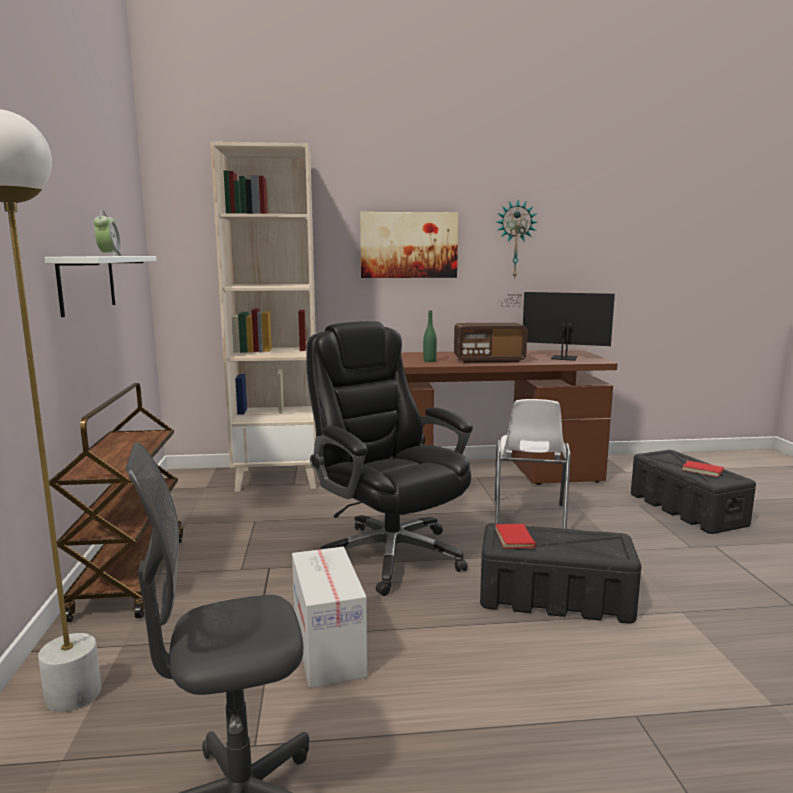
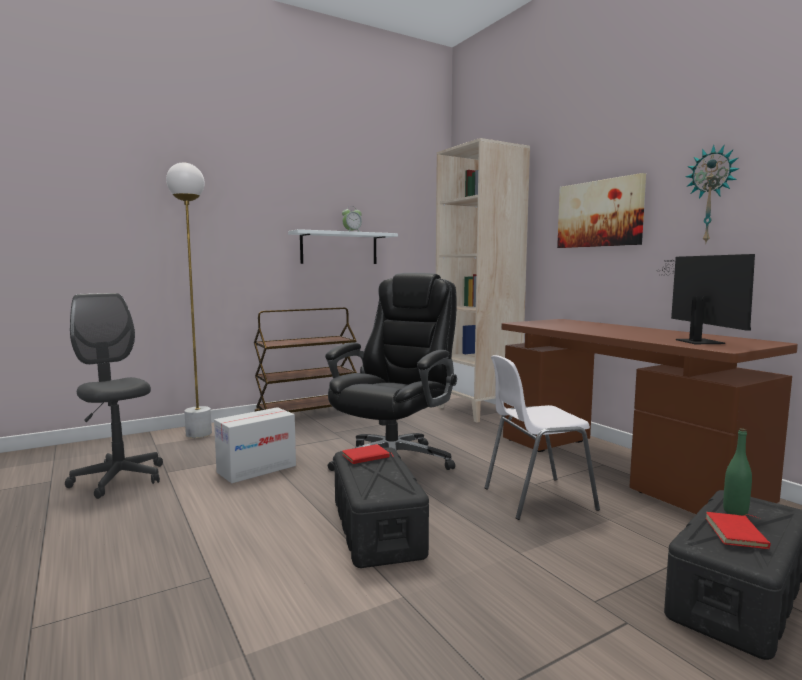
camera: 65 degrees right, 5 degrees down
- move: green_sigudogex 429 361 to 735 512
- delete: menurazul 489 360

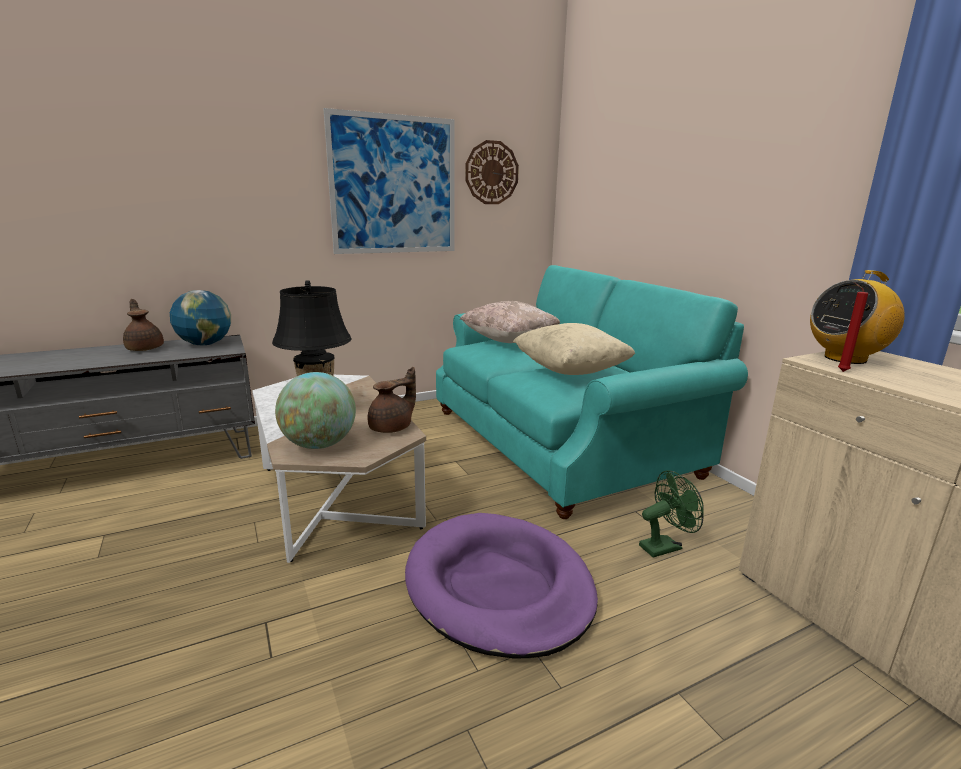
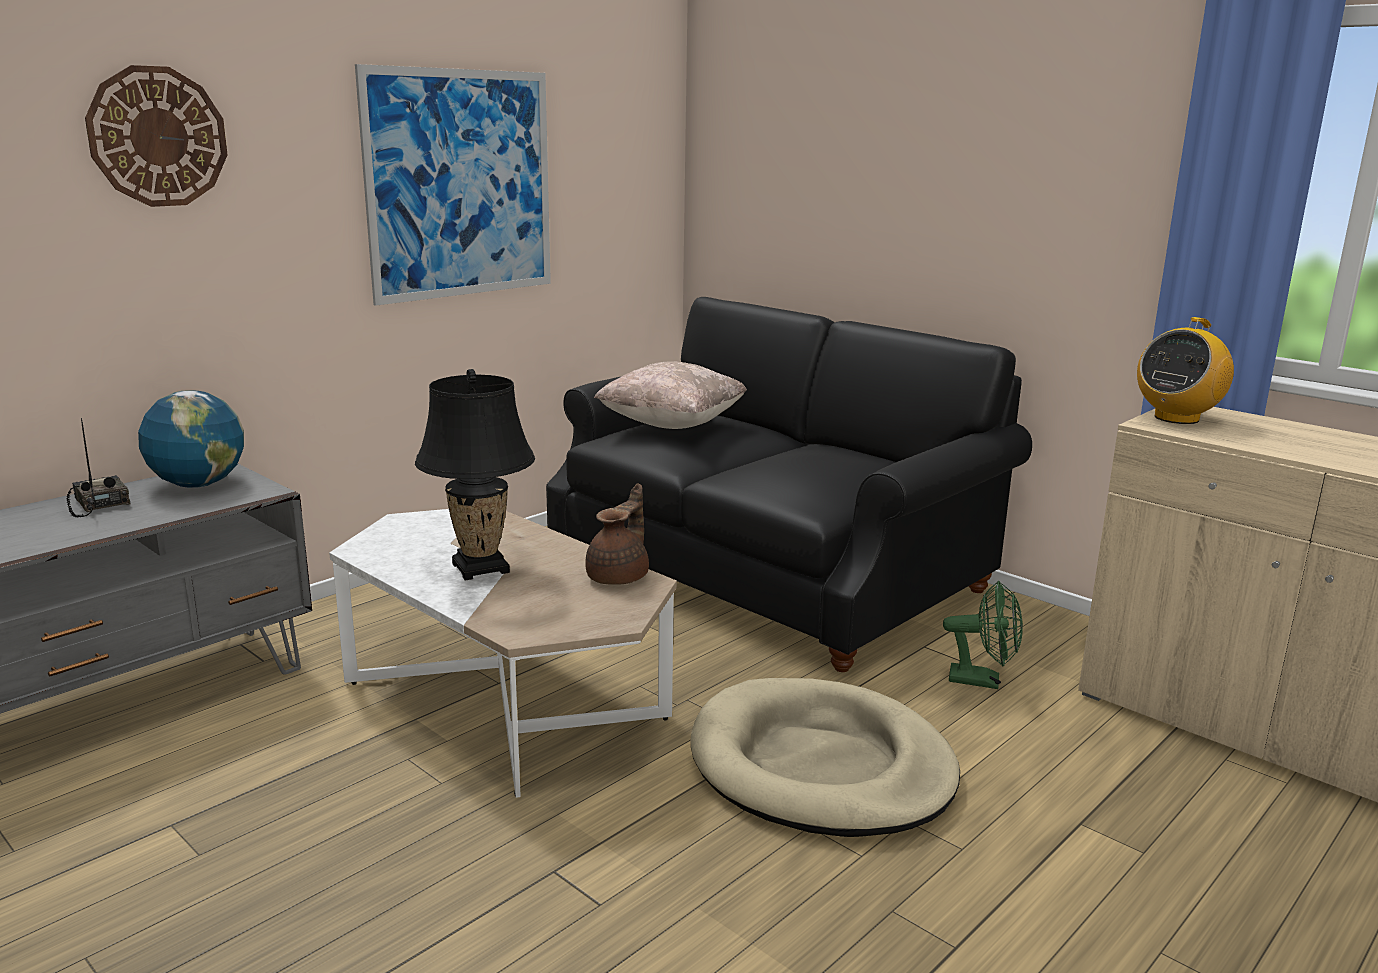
camera: 20 degrees left, 0 degrees up
- replace: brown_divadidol 145 348 to menurazul 97 504
- move: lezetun 491 173 to 158 137
- recolor: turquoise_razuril 560 441 to black_razuril 768 571
- recolor: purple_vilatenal 498 587 to beige_vilatenal 821 766
- rotate: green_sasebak 665 546 = 983 680 60 degrees clockwise
- delete: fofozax 319 445
- delete: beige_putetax 571 370
- delete: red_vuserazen 840 371

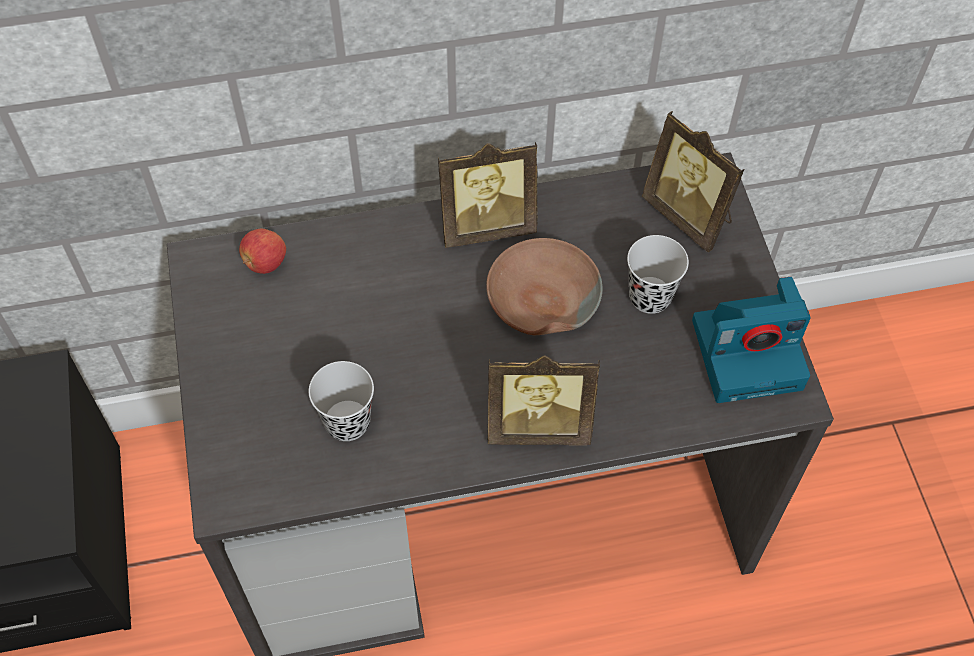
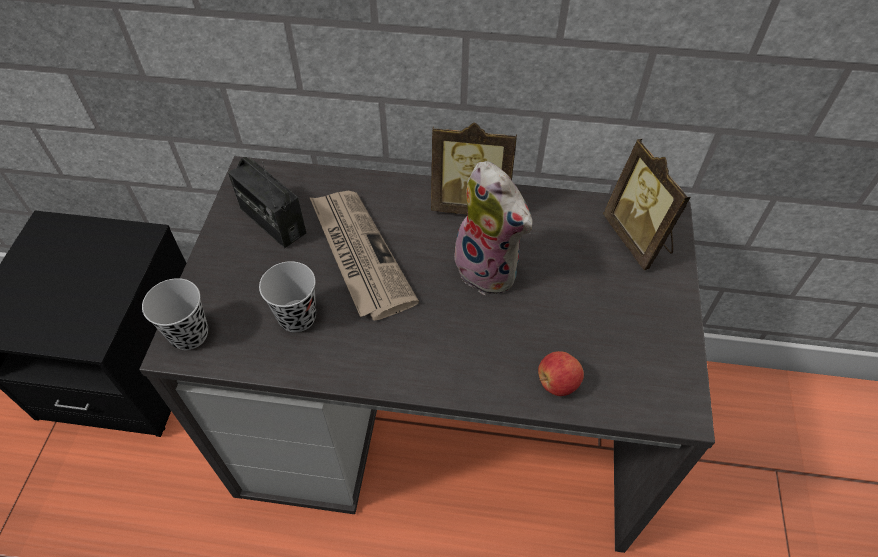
camera: 20 degrees right, 5 degrees down
- move: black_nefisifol 650 296 to 189 334
- insert: menurazul 272 221
- insert: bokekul 359 254
- replace: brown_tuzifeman 540 299 to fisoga 490 268
- move: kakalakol 265 262 to 557 383
- delete: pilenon 538 424
- delete: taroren 749 352

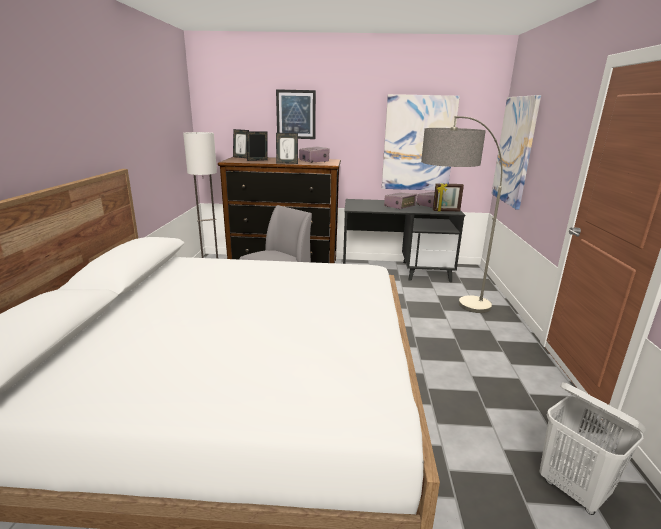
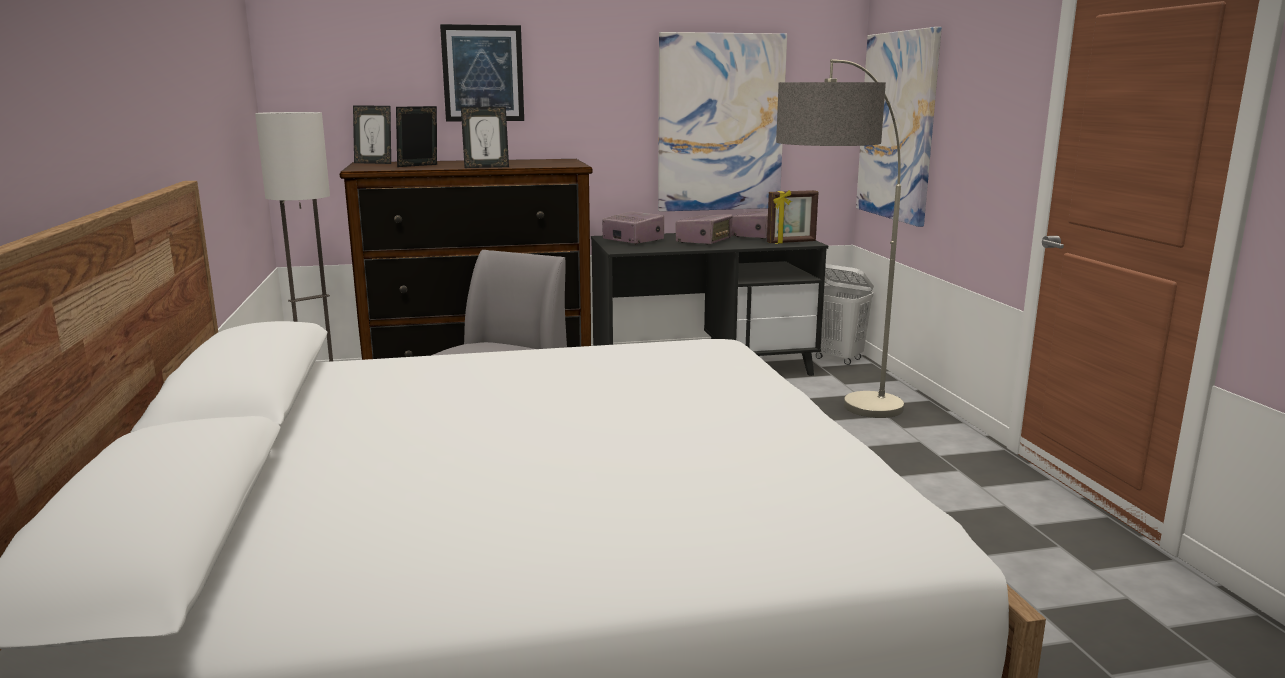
camera: 15 degrees left, 5 degrees down
- move: menurazul 314 161 to 633 240
- move: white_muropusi 573 490 to 837 358

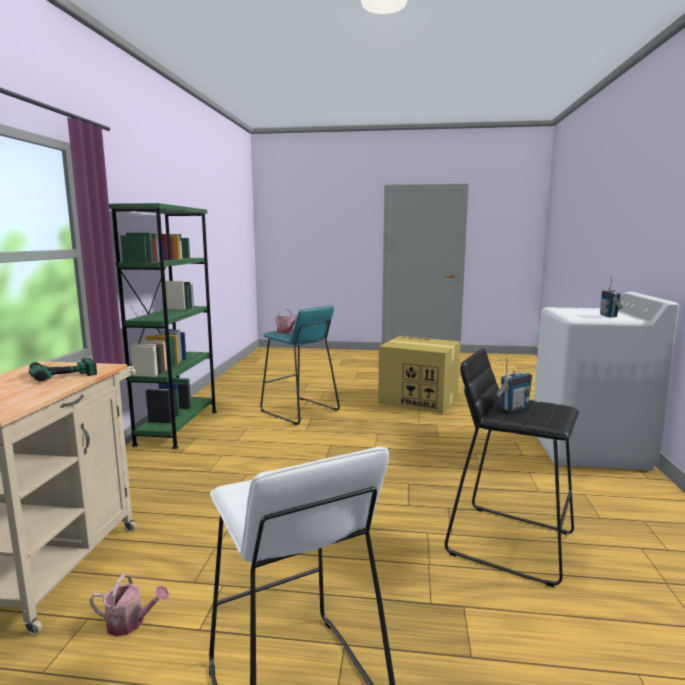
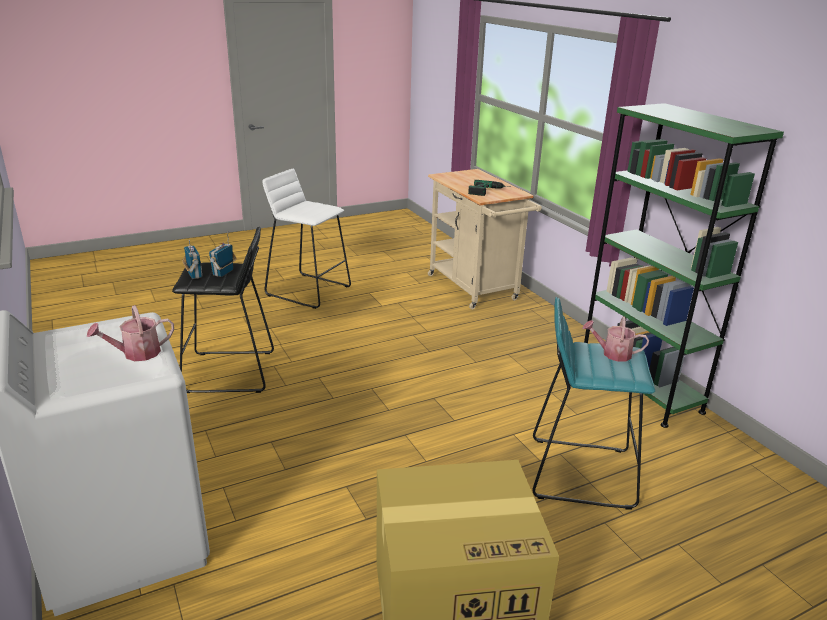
camera: 145 degrees right, 15 degrees up
- move: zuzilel 130 623 to 136 354
- move: menurazul 608 316 to 194 275

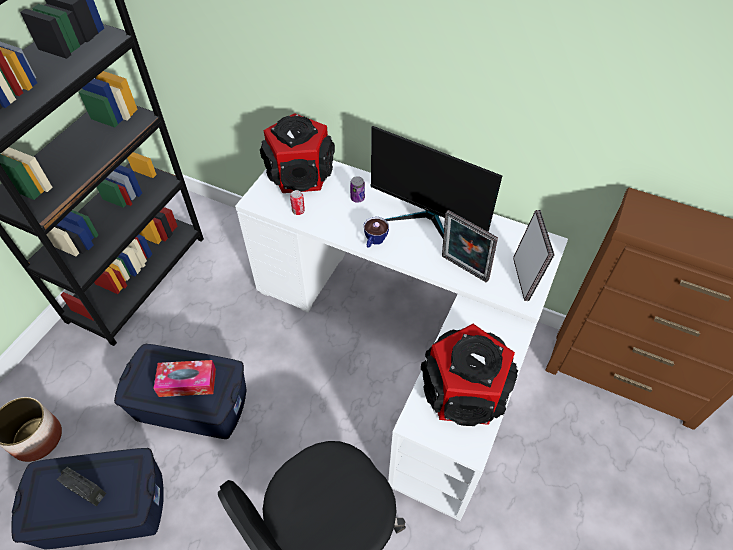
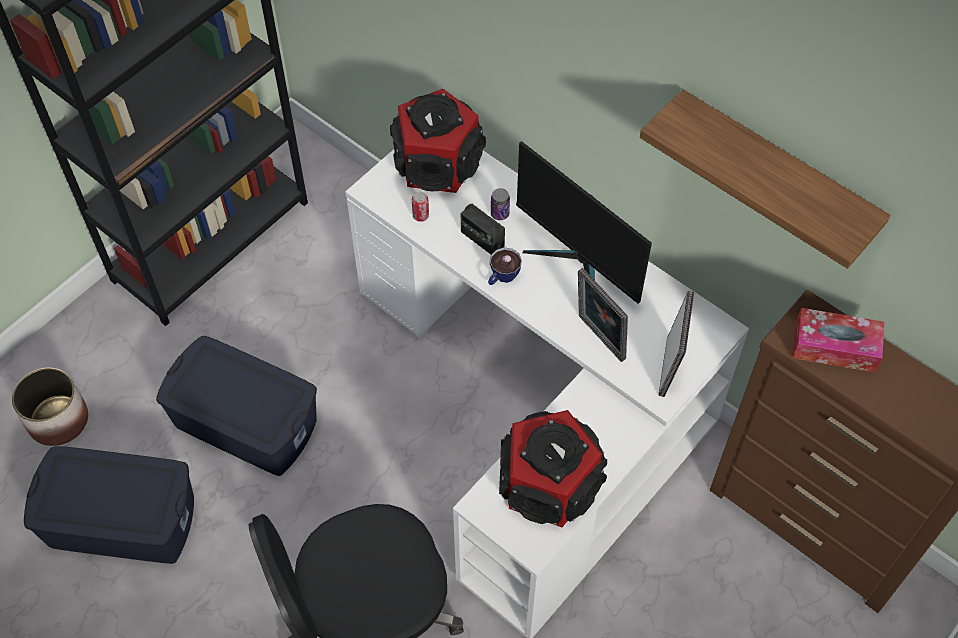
camera: 15 degrees right, 5 degrees up
- move: menurazul 86 491 to 482 239
- insert: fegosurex 775 174
- move: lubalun 187 382 to 834 347

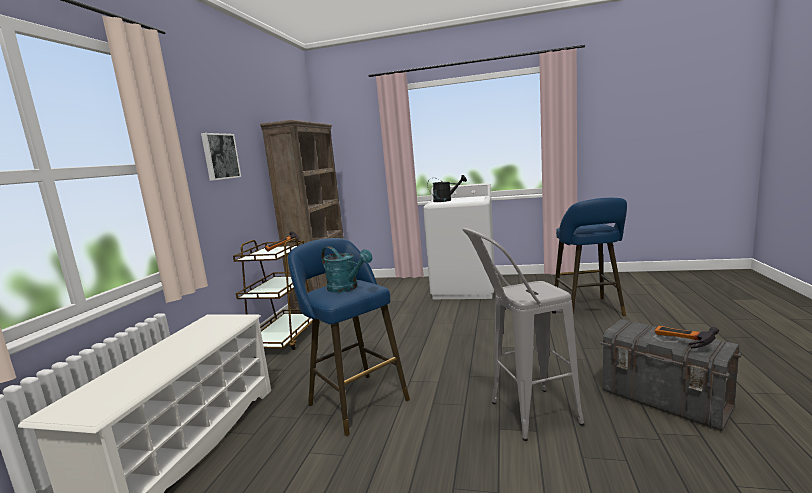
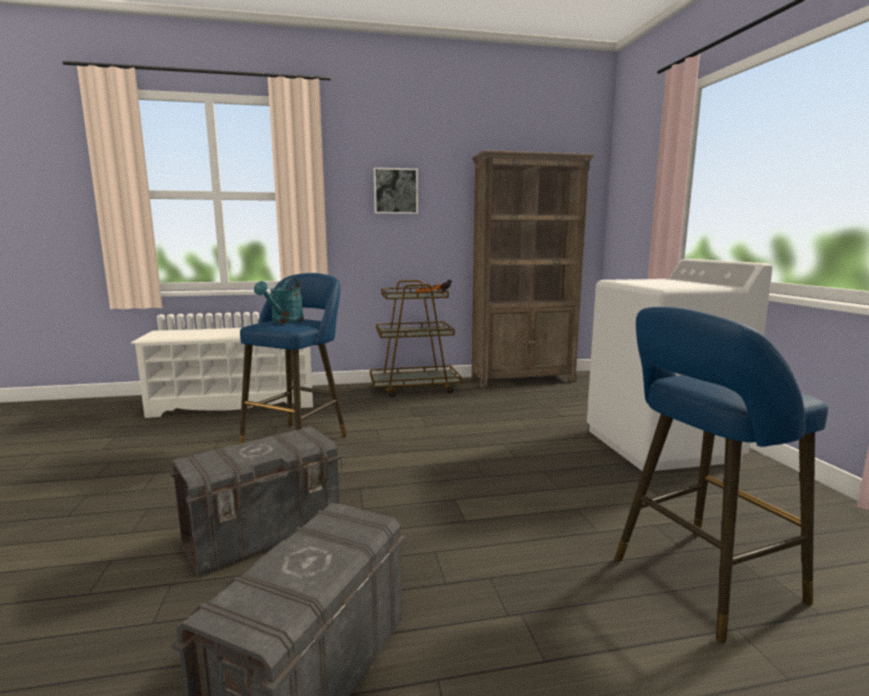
camera: 65 degrees right, 0 degrees up
- replace: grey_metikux 522 416 to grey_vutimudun 264 534
- delete: black_zuzilel 446 200
- delete: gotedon 680 344

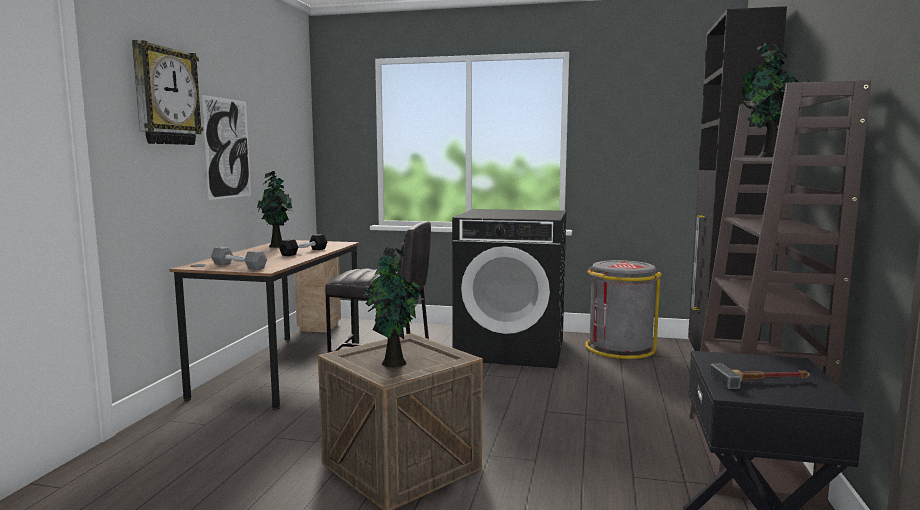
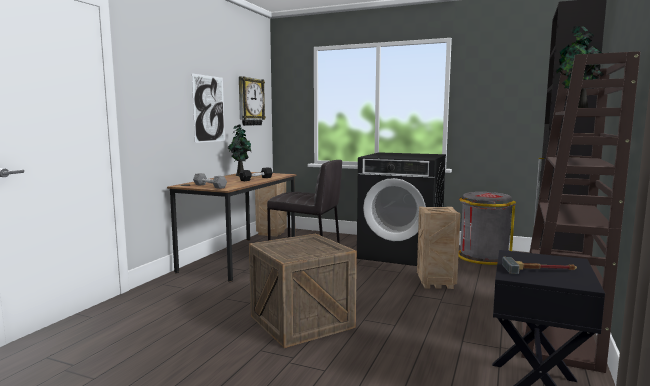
camera: 10 degrees right, 0 degrees up
- move: lezetun 165 96 to 250 102
- insert: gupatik 435 283
- delete: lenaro 394 364

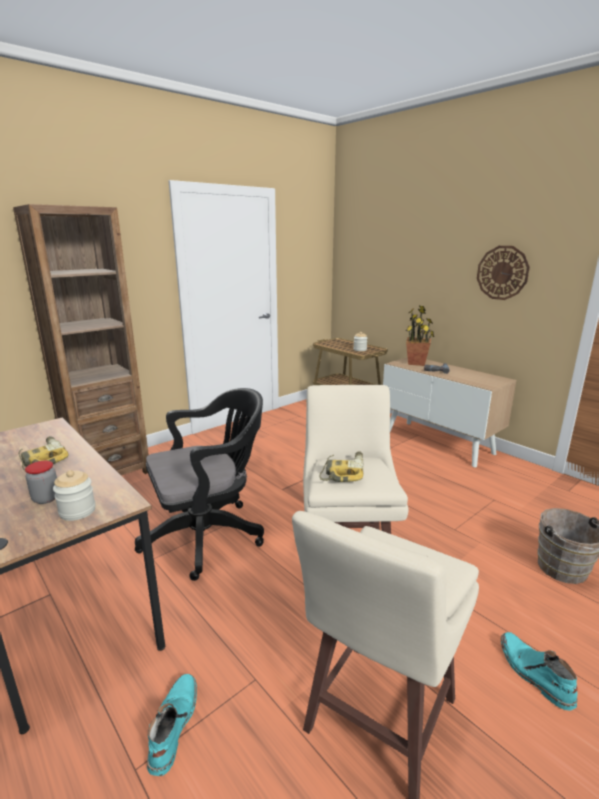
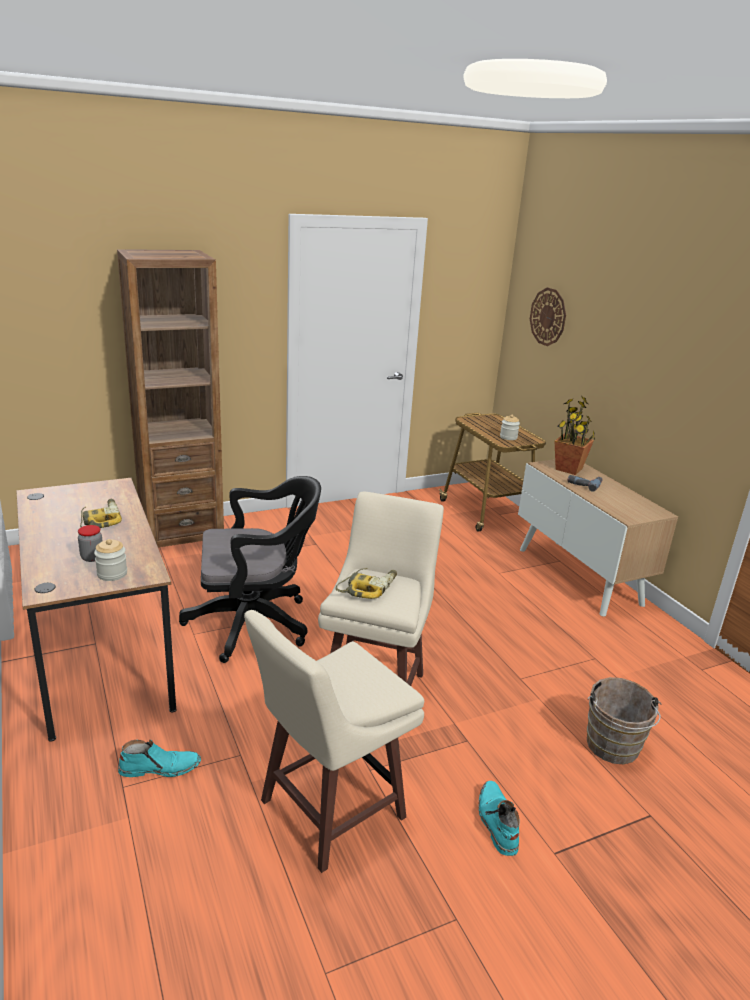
camera: 15 degrees right, 5 degrees up
- rotate: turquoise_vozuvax 172 725 = 160 767 60 degrees clockwise
- move: lezetun 502 273 to 548 317

